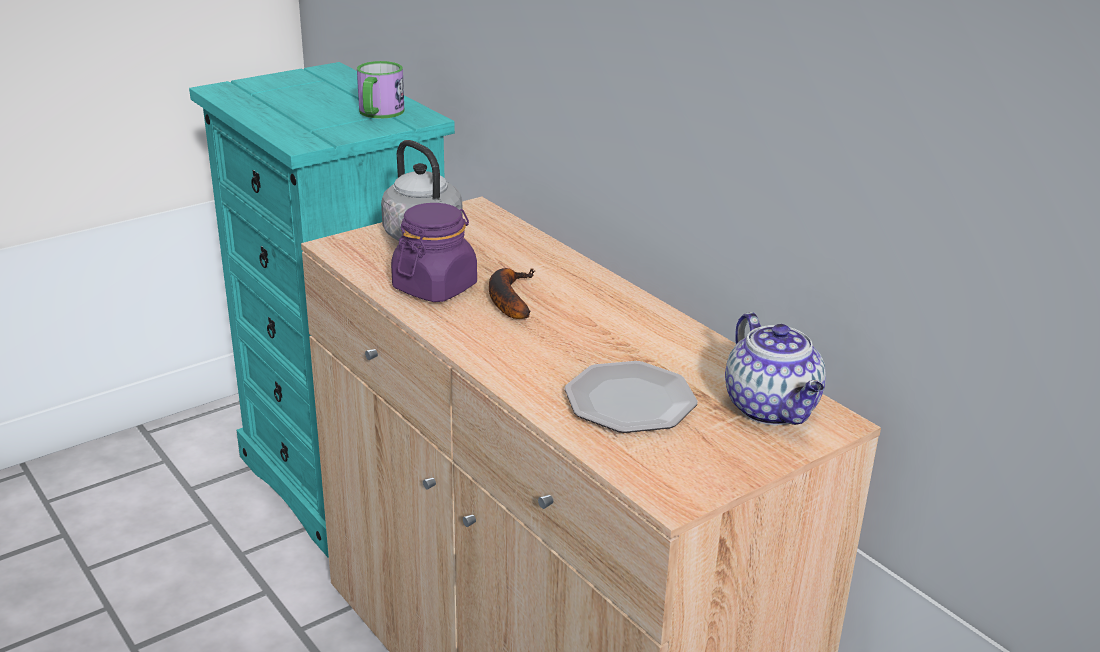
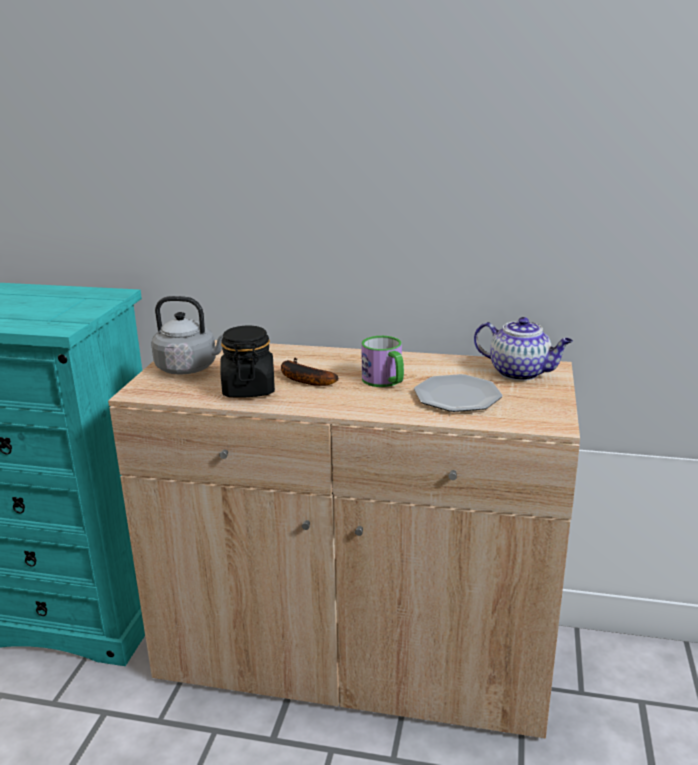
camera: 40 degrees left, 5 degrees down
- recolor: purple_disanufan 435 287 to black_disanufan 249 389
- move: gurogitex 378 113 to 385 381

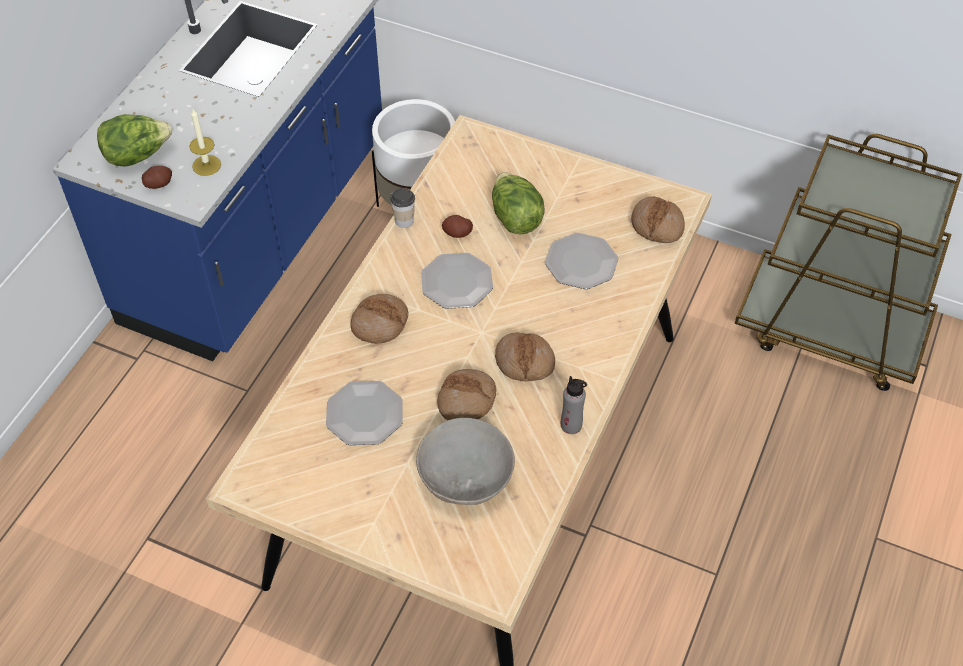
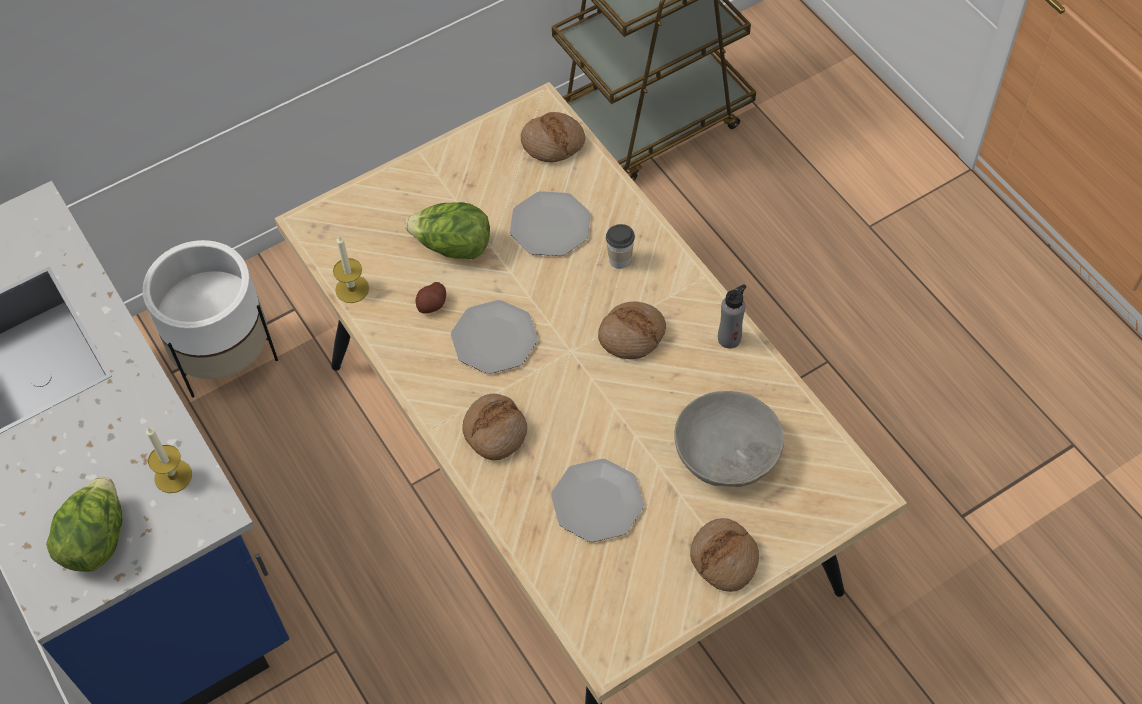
camera: 55 degrees left, 5 degrees up
- insert: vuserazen 352 289
- move: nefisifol 404 221 to 620 260
- move: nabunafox 466 401 to 724 558
- delete: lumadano 159 183

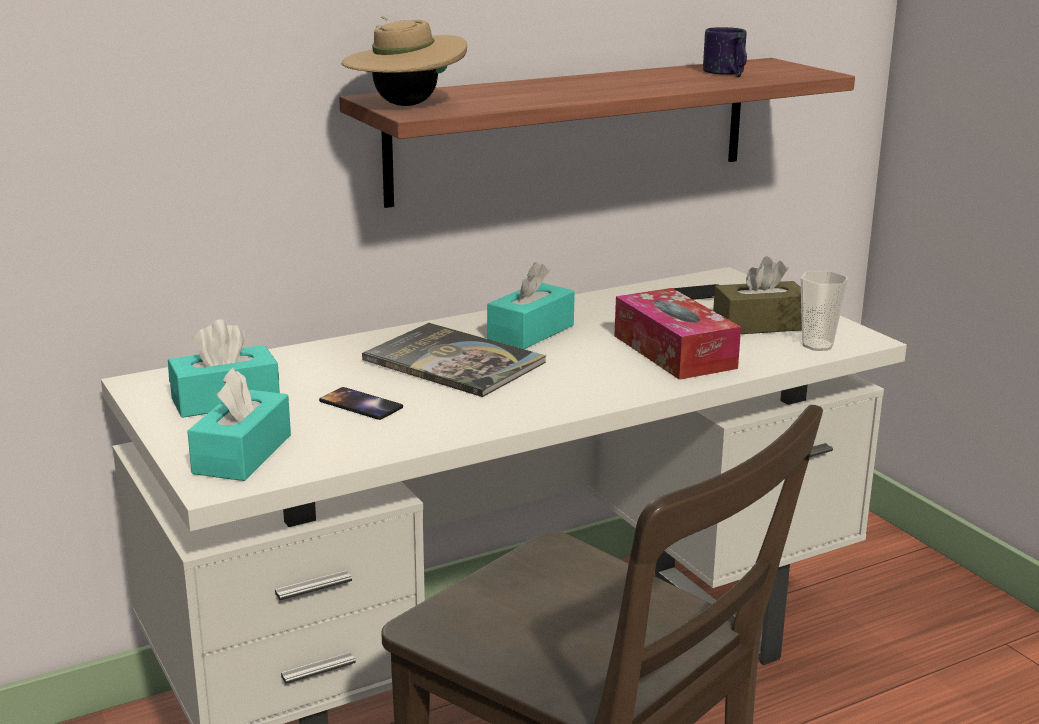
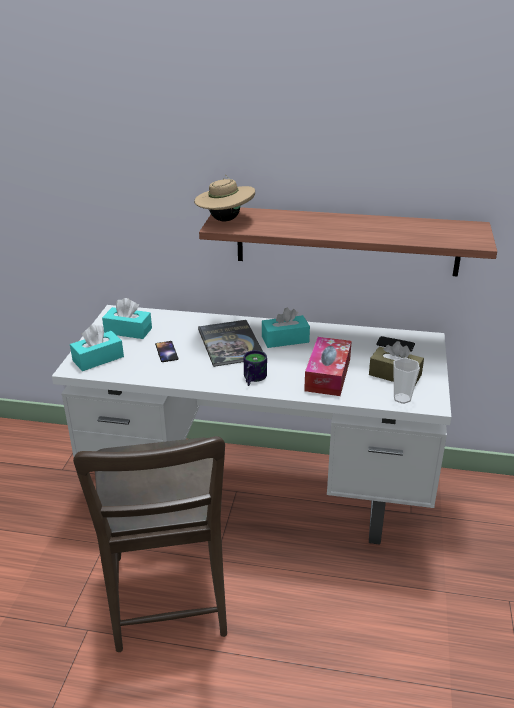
camera: 40 degrees right, 10 degrees up
- move: gurogitex 725 73 to 251 378

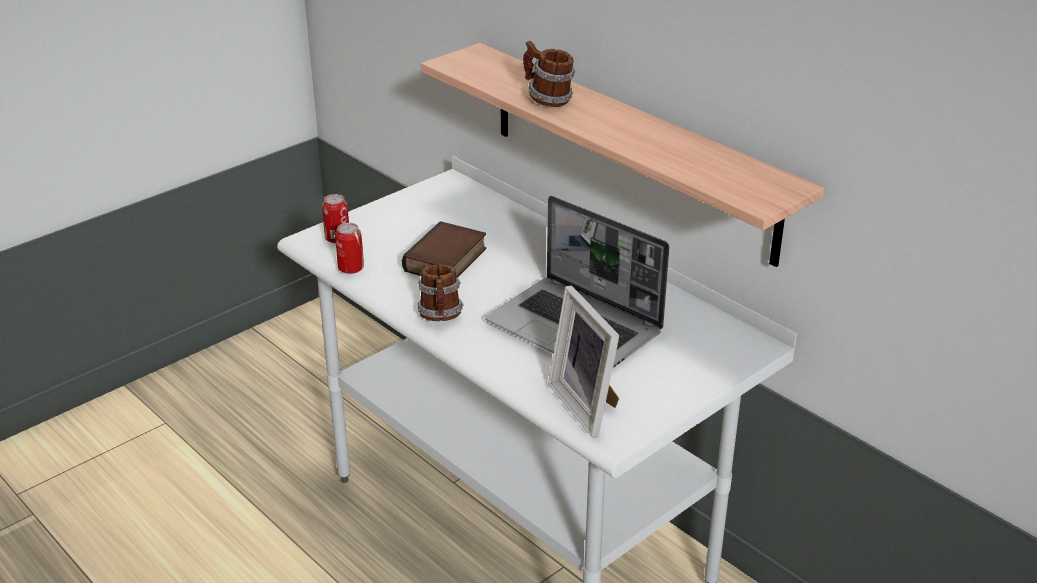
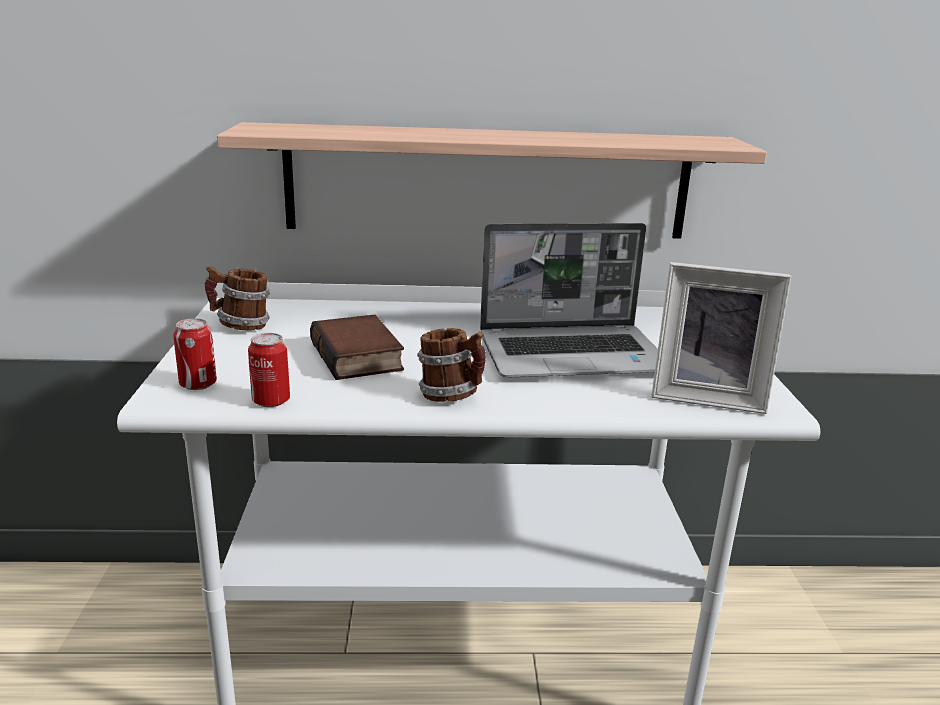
camera: 50 degrees left, 10 degrees down
- move: gurogitex 547 99 to 241 326

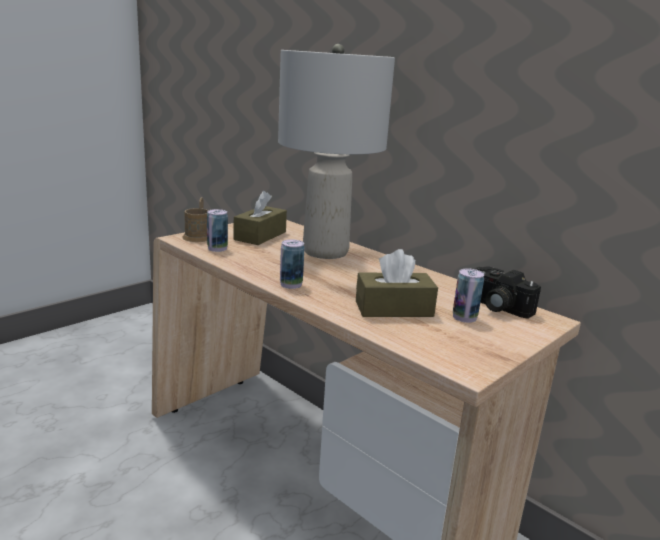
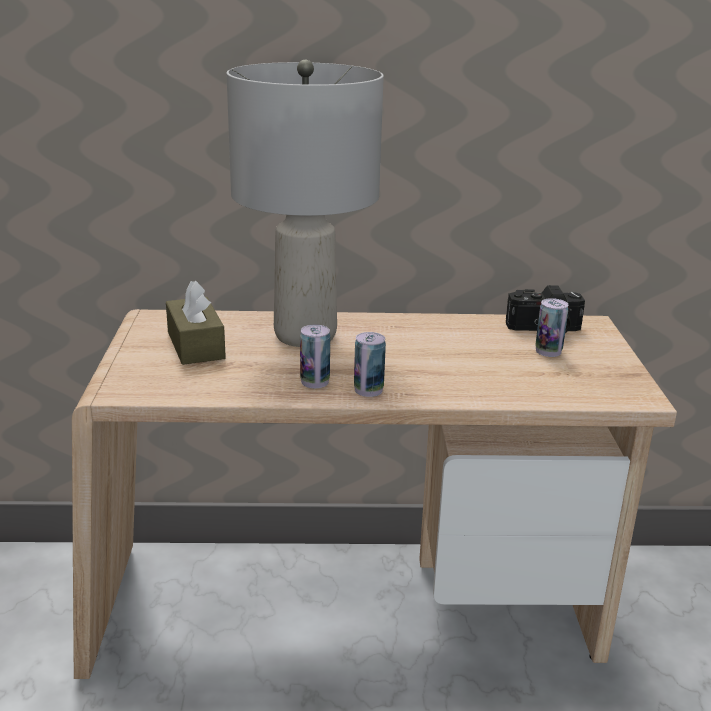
camera: 45 degrees left, 5 degrees up
- move: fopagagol 217 248 to 315 382
- delete: brown_gurogitex 198 236
- delete: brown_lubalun 394 309

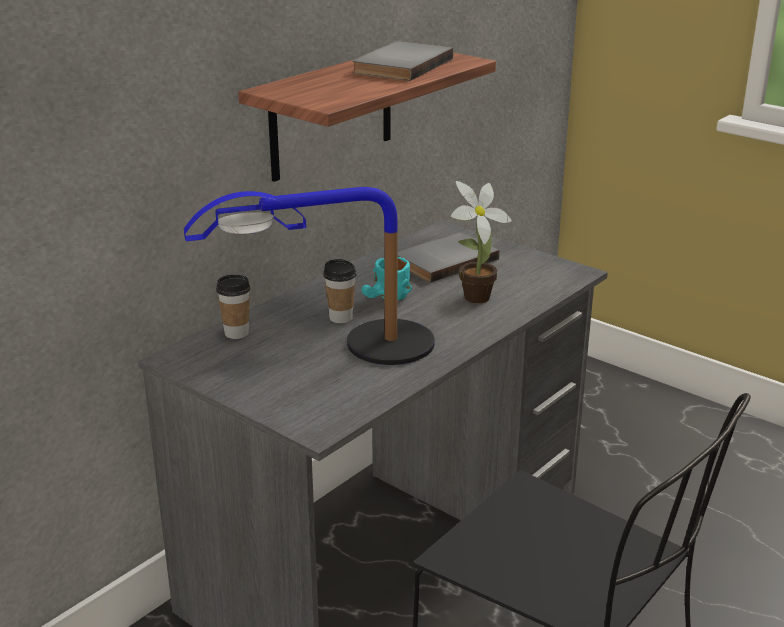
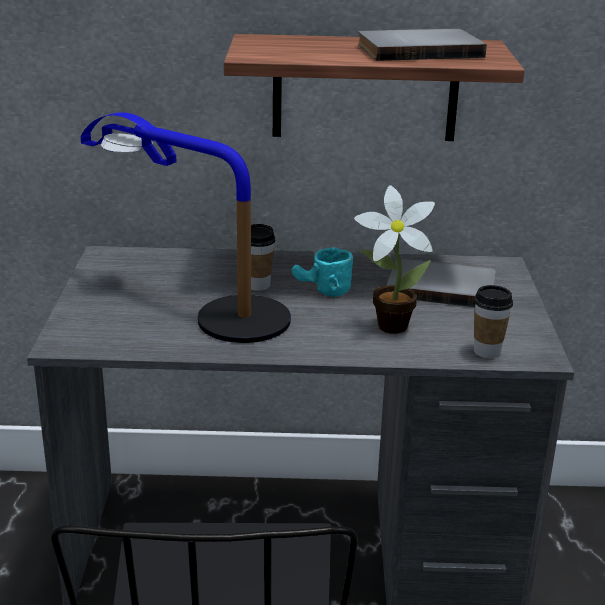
camera: 50 degrees right, 0 degrees up
- move: nefisifol 236 333 to 487 351

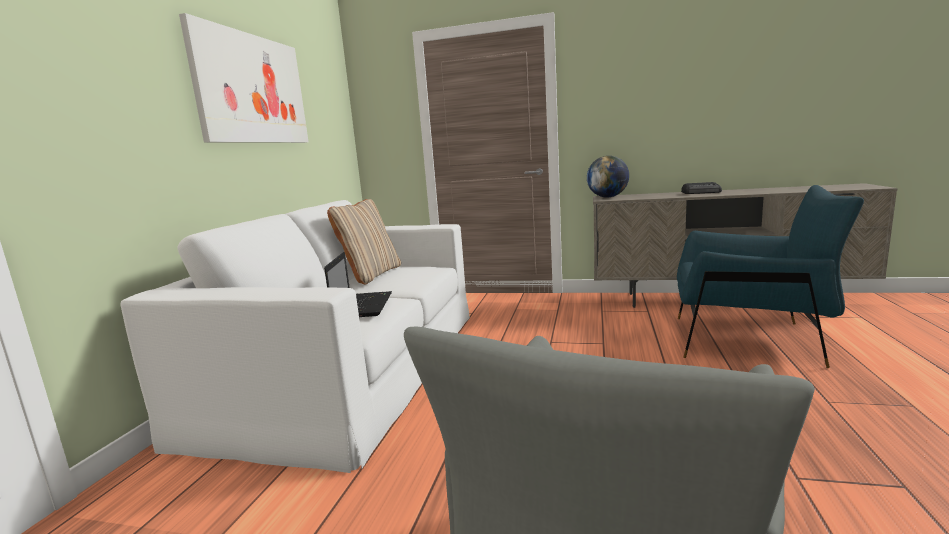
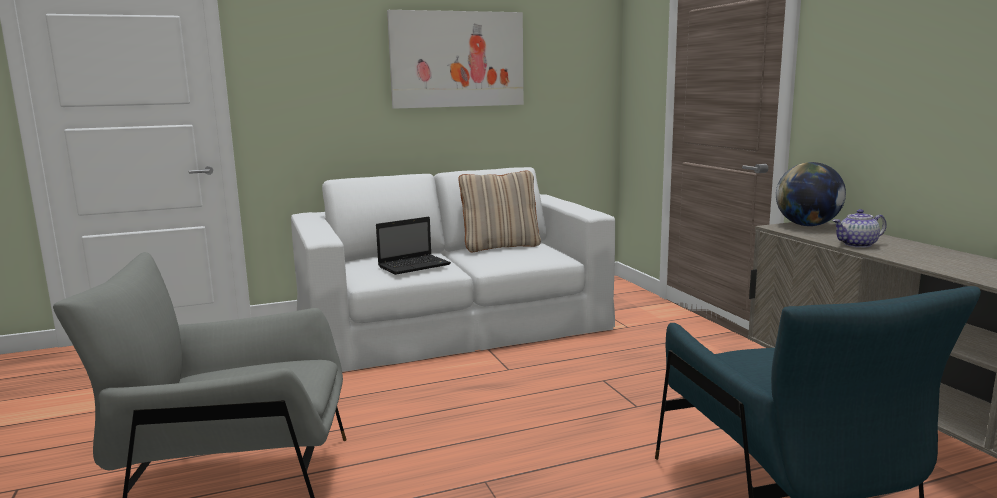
camera: 55 degrees right, 0 degrees up
- insert: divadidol 857 245
- delete: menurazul 702 192

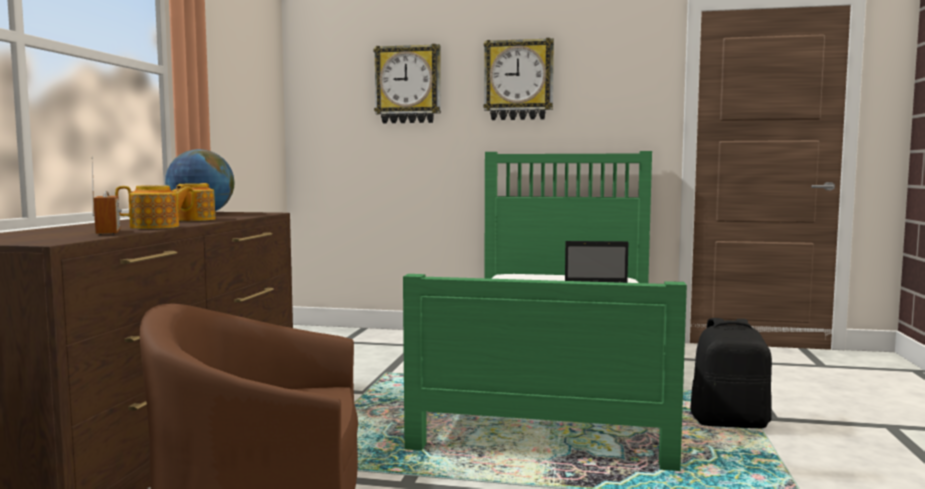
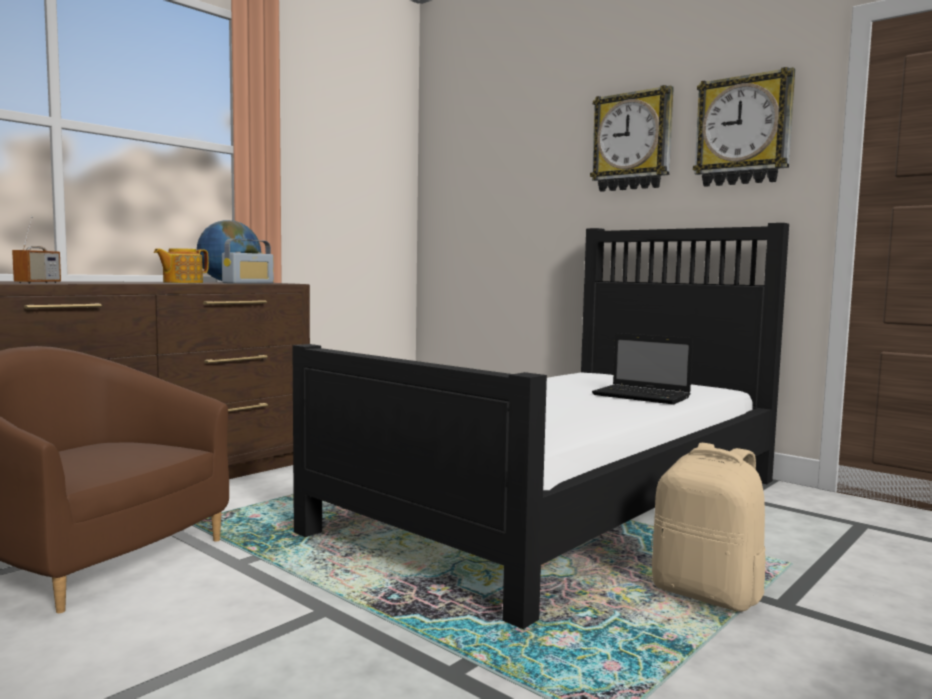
camera: 30 degrees right, 0 degrees up
- insert: menurazul 248 283
- recolor: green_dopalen 554 383 to black_dopalen 566 503
- recolor: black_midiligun 730 422 to beige_midiligun 707 593
- move: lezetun 408 85 to 743 131
- delete: divadidol 156 227

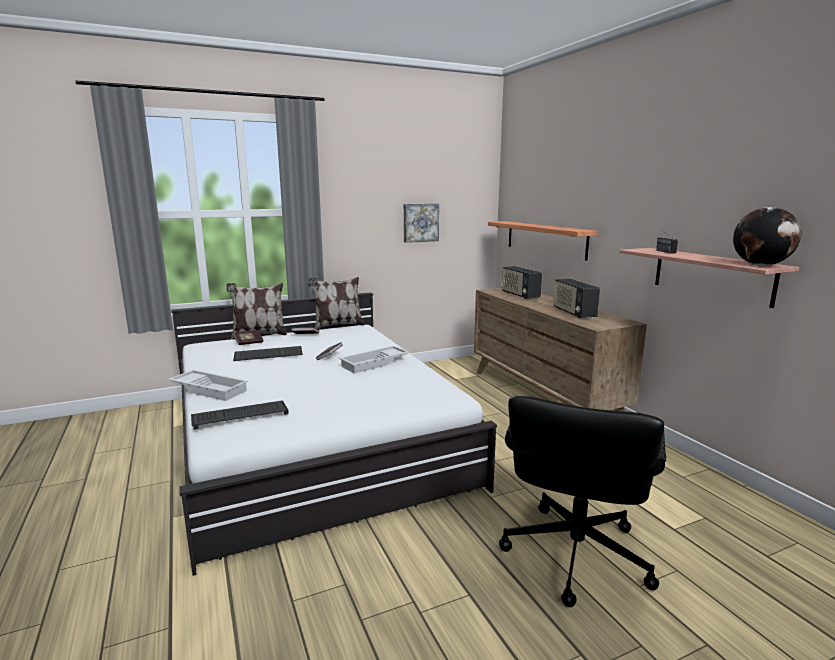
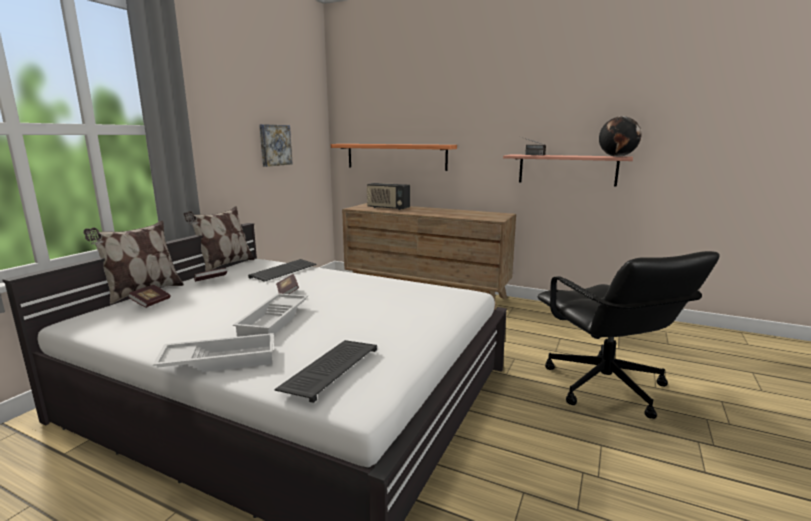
camera: 40 degrees left, 0 degrees up
- move: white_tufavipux 375 363 to 275 320
- move: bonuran 267 356 to 283 272
- delete: menurazul 573 313

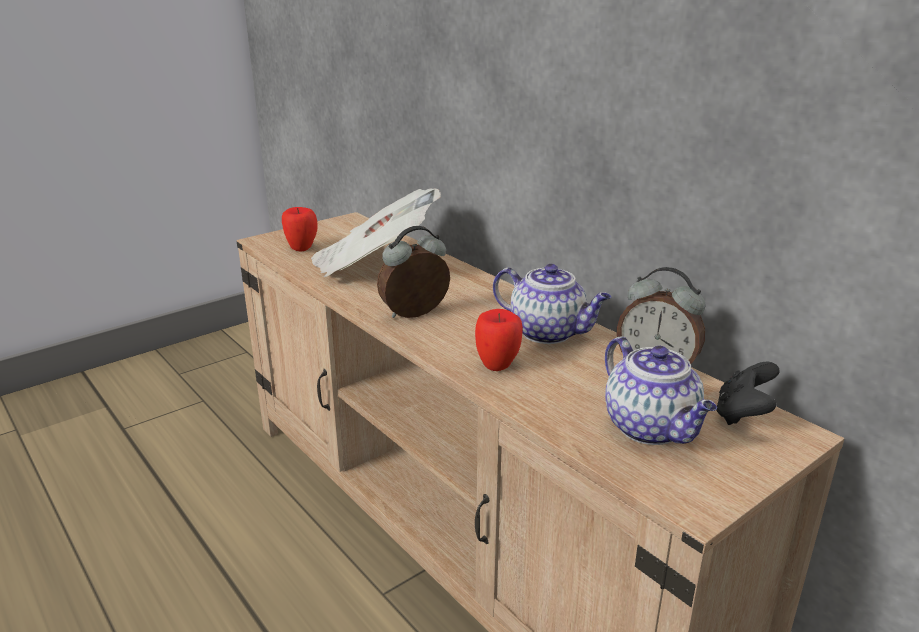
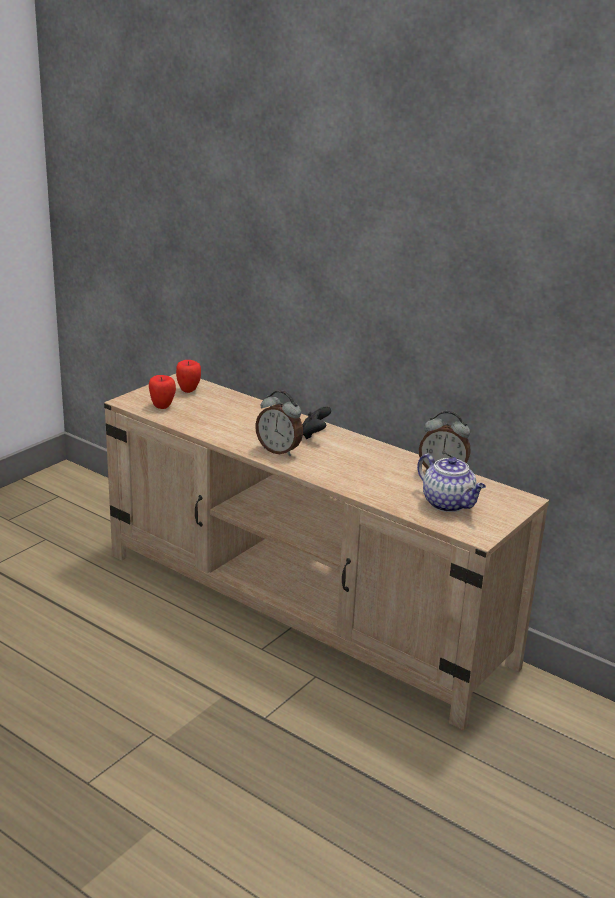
camera: 15 degrees left, 0 degrees up
- move: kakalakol 498 366 to 188 390
- rotate: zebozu 416 315 = 279 450 105 degrees counterclockwise
- move: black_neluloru 743 415 to 314 434
- delete: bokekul 373 265
- delete: divadidol 549 333

